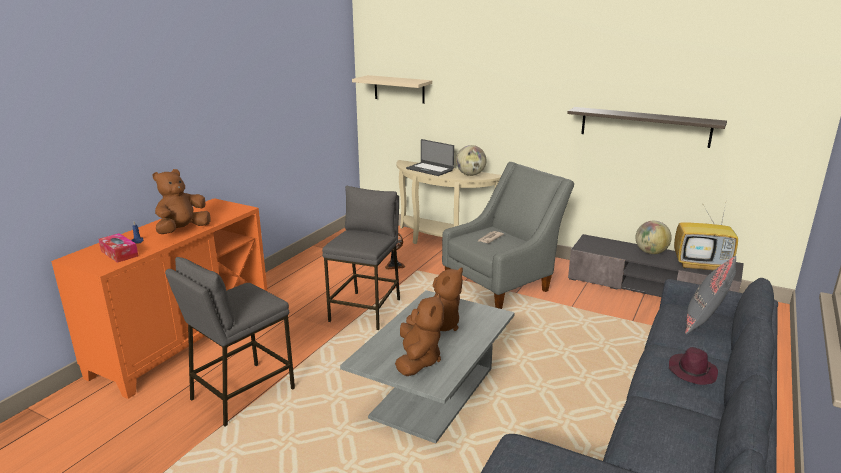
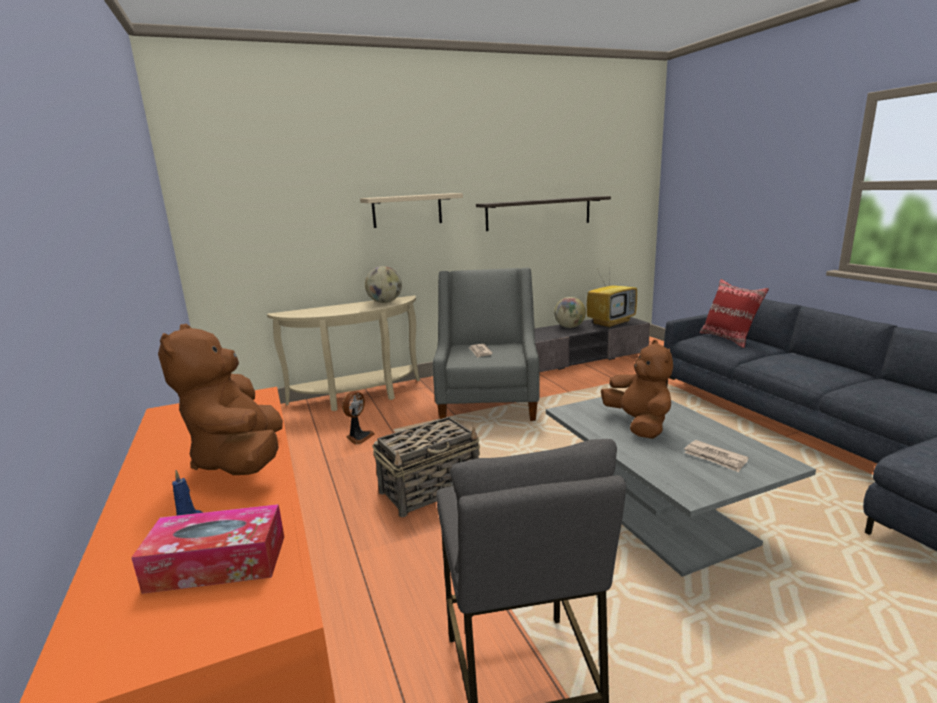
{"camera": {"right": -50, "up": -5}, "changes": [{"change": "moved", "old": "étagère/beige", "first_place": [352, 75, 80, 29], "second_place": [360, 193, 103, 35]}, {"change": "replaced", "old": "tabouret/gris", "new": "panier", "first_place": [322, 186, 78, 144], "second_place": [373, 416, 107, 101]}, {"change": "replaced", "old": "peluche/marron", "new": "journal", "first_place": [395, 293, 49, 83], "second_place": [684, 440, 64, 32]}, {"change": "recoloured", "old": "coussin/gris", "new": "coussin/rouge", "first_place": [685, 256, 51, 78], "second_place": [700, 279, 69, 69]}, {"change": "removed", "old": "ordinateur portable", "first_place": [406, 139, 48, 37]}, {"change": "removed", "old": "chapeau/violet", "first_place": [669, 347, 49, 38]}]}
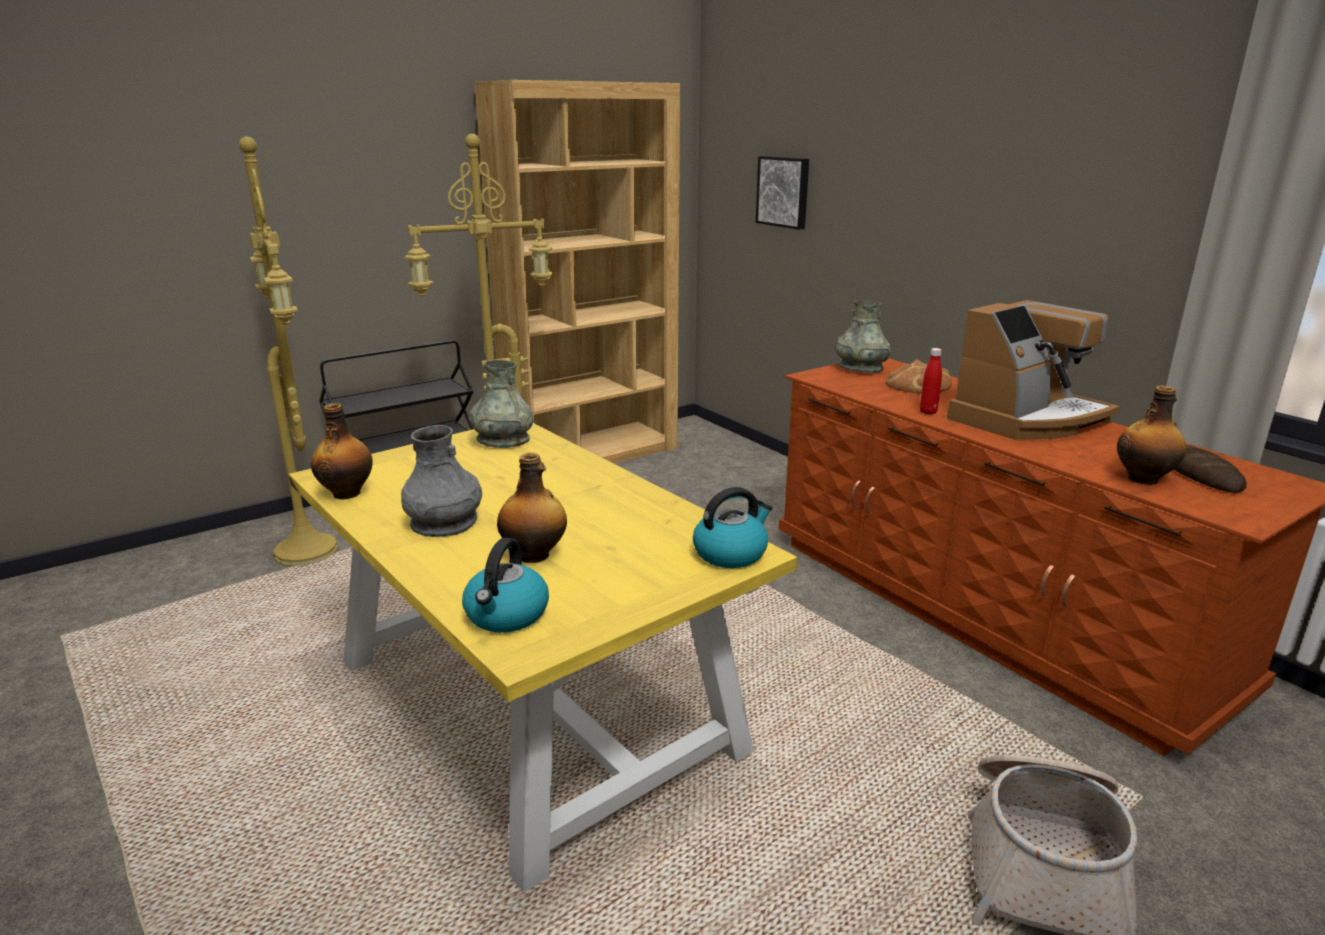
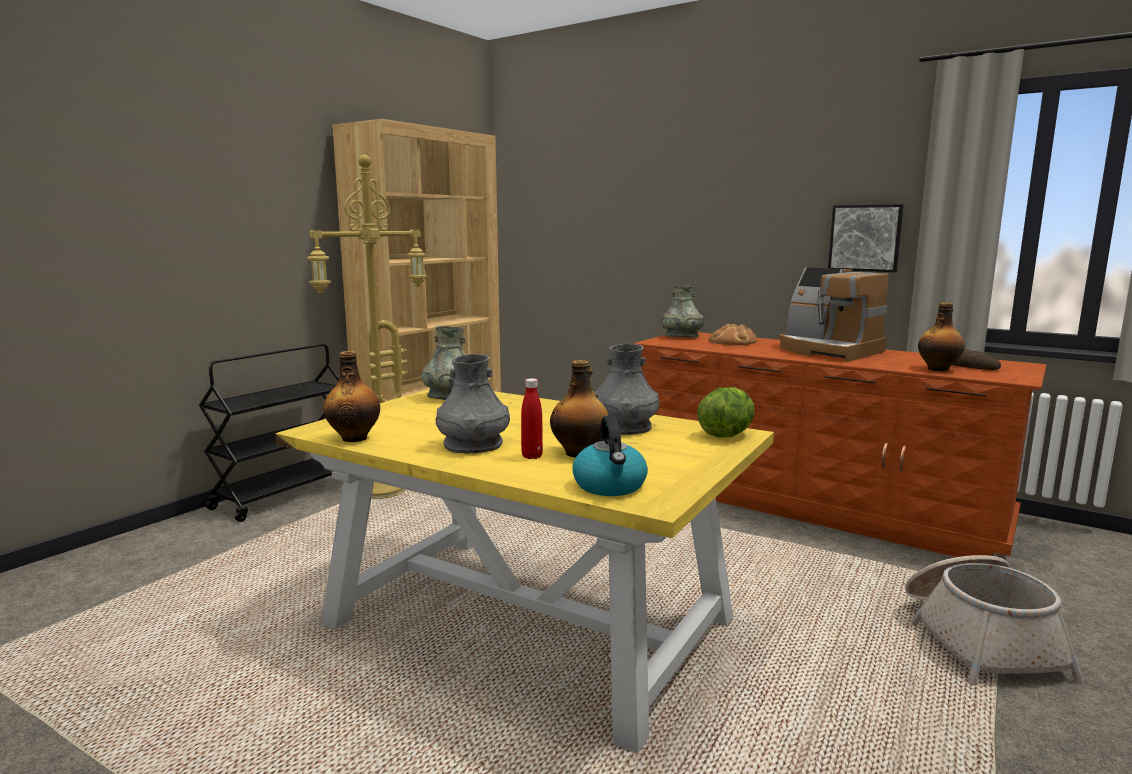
{"camera": {"right": -20, "up": -10}, "changes": [{"change": "moved", "old": "bouteille/rouge", "first_place": [920, 348, 22, 66], "second_place": [521, 378, 22, 81]}, {"change": "added", "new": "vase/gris", "second_place": [594, 344, 66, 91]}, {"change": "replaced", "old": "bouilloire", "new": "laitue", "first_place": [693, 487, 80, 81], "second_place": [697, 387, 58, 50]}, {"change": "turned", "old": "machine à café", "first_place": [947, 300, 173, 140], "second_place": [779, 267, 110, 95], "degrees": 105}, {"change": "moved", "old": "tableau", "first_place": [756, 156, 53, 74], "second_place": [828, 204, 76, 68]}, {"change": "removed", "old": "lampadaire/jaune", "first_place": [239, 137, 99, 430]}]}
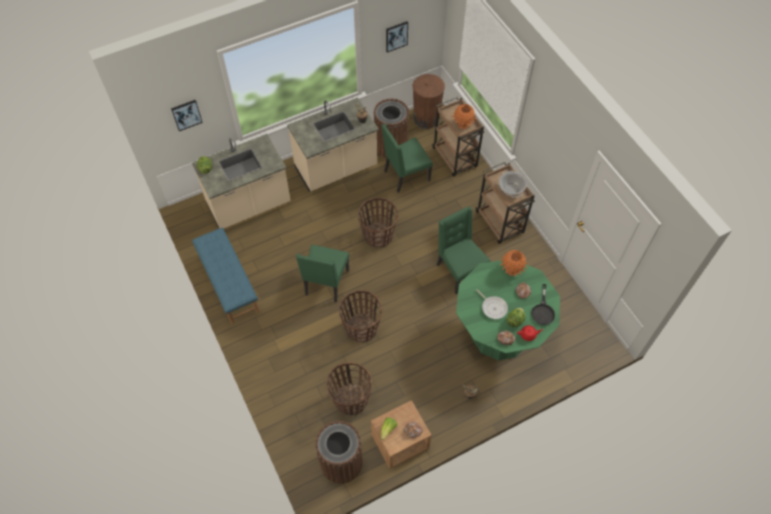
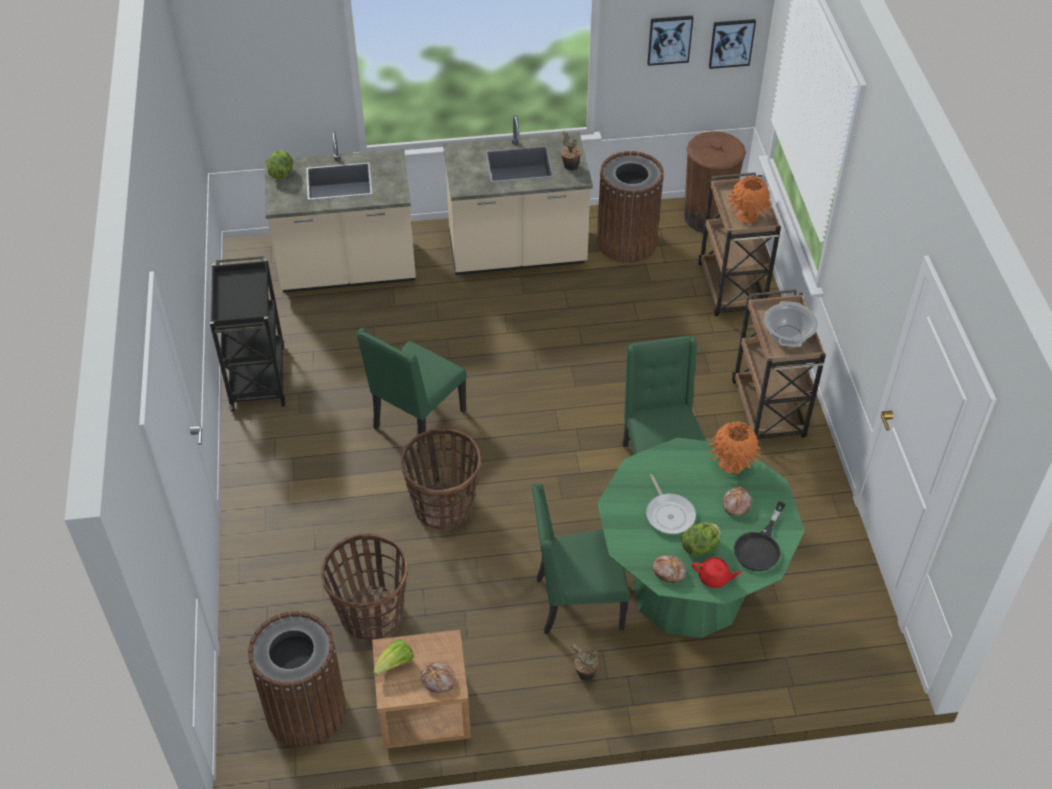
{"camera": {"right": 20, "up": -10}, "changes": [{"change": "replaced", "old": "banc/bleu", "new": "chariot/noir", "first_place": [192, 228, 67, 96], "second_place": [210, 256, 76, 156]}, {"change": "moved", "old": "chaise/vert", "first_place": [382, 124, 51, 69], "second_place": [531, 483, 99, 151]}, {"change": "moved", "old": "tableau", "first_place": [171, 100, 32, 31], "second_place": [709, 19, 47, 50]}, {"change": "removed", "old": "panier", "first_place": [358, 197, 40, 51]}]}
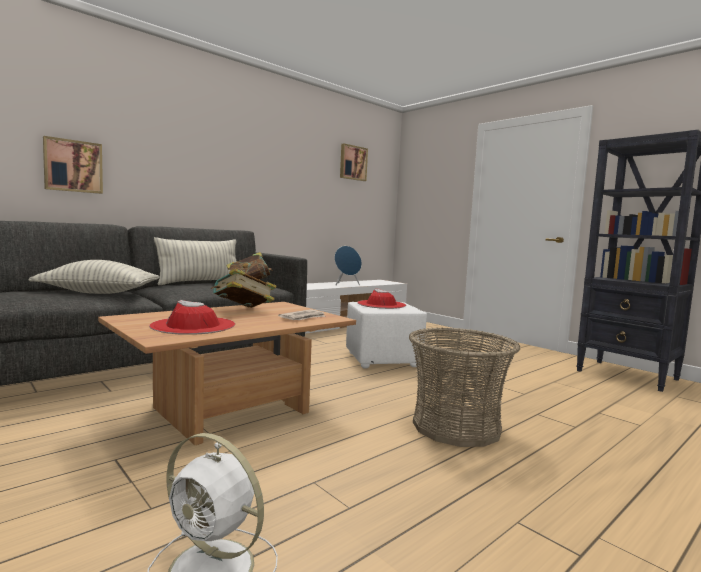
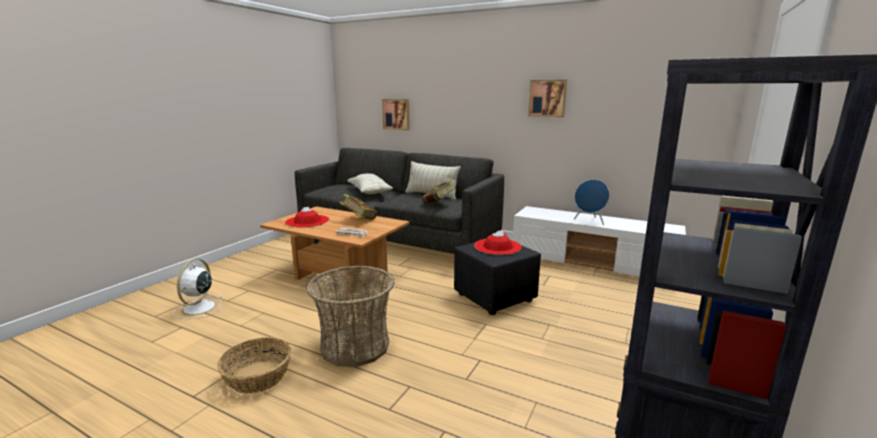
{"camera": {"right": 70, "up": 10}, "changes": [{"change": "added", "new": "panier", "second_place": [217, 337, 74, 57]}, {"change": "recoloured", "old": "pouf/blanc", "new": "pouf/noir", "first_place": [346, 302, 81, 67], "second_place": [454, 242, 87, 73]}, {"change": "moved", "old": "tableau", "first_place": [340, 144, 28, 37], "second_place": [528, 80, 39, 37]}]}
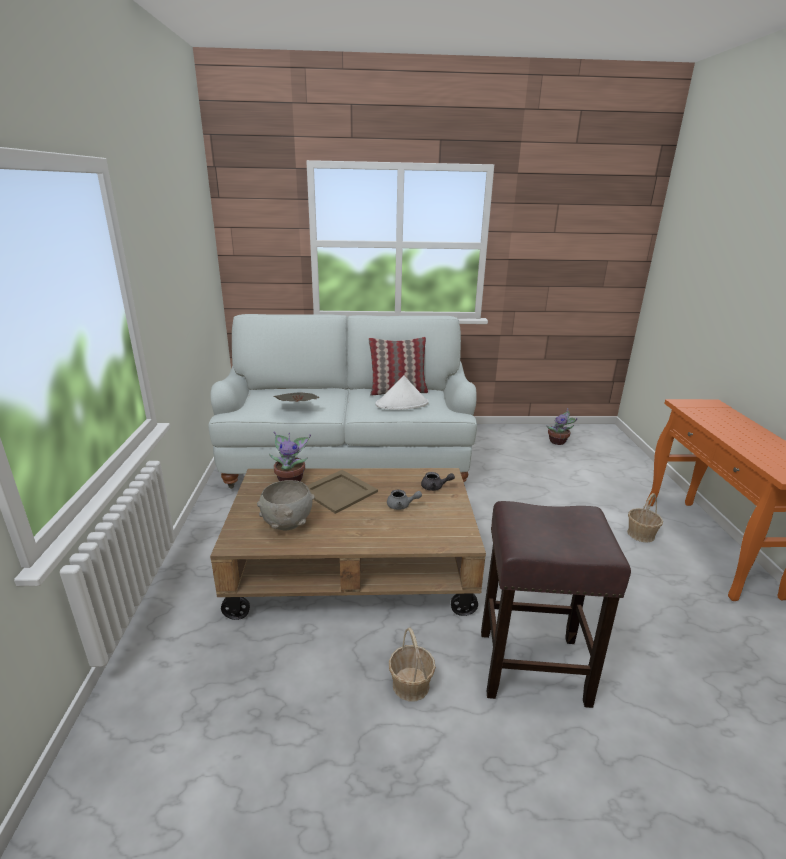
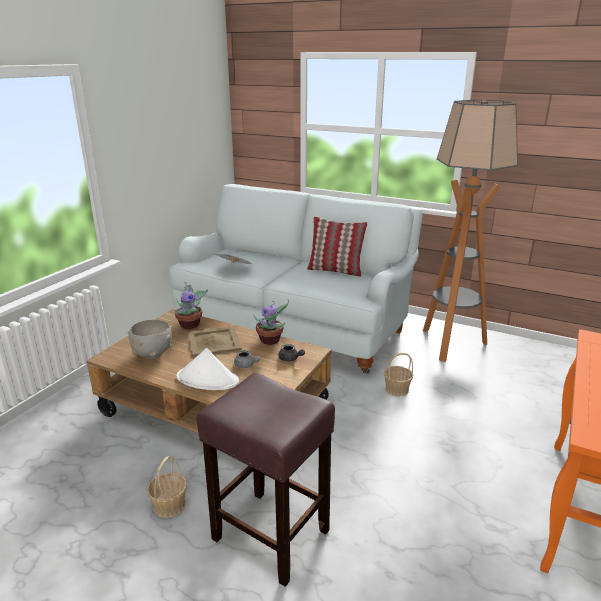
{"camera": {"right": 30, "up": 0}, "changes": [{"change": "moved", "old": "chapeau/blanc", "first_place": [376, 375, 53, 35], "second_place": [177, 348, 62, 42]}, {"change": "moved", "old": "plante en pot", "first_place": [546, 408, 31, 37], "second_place": [253, 299, 36, 46]}, {"change": "moved", "old": "panier", "first_place": [627, 493, 36, 50], "second_place": [384, 353, 29, 44]}, {"change": "added", "new": "lampadaire", "second_place": [423, 100, 95, 262]}]}
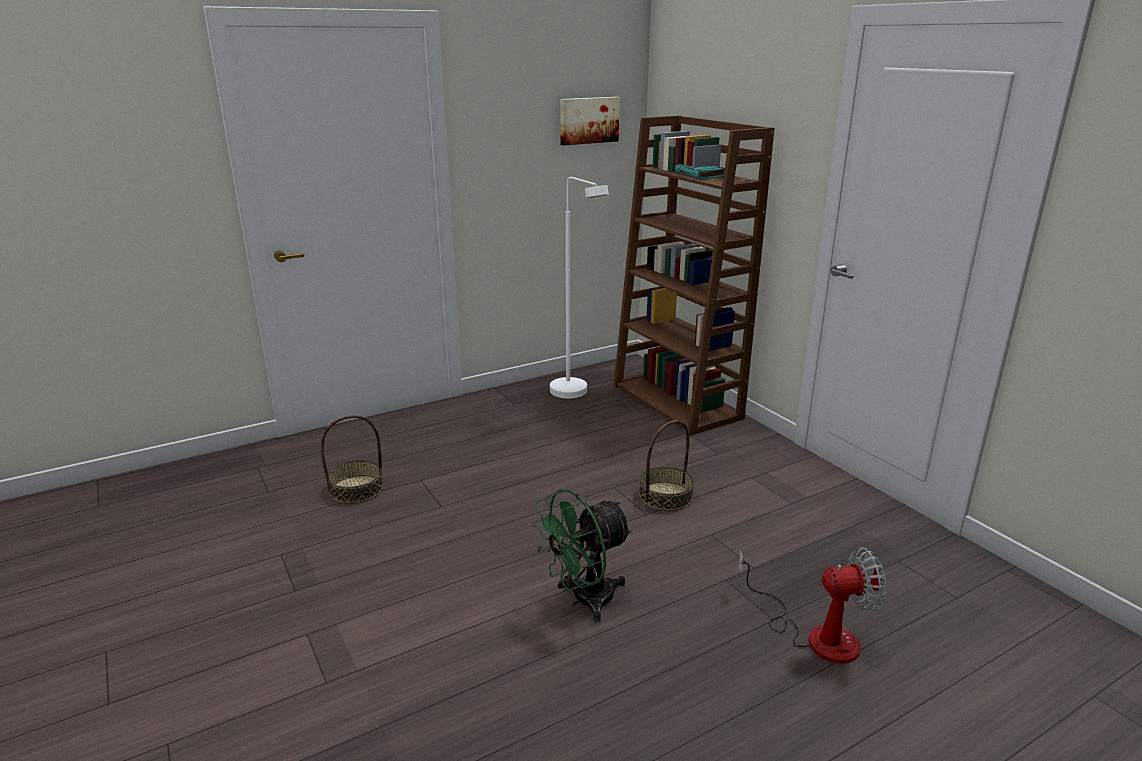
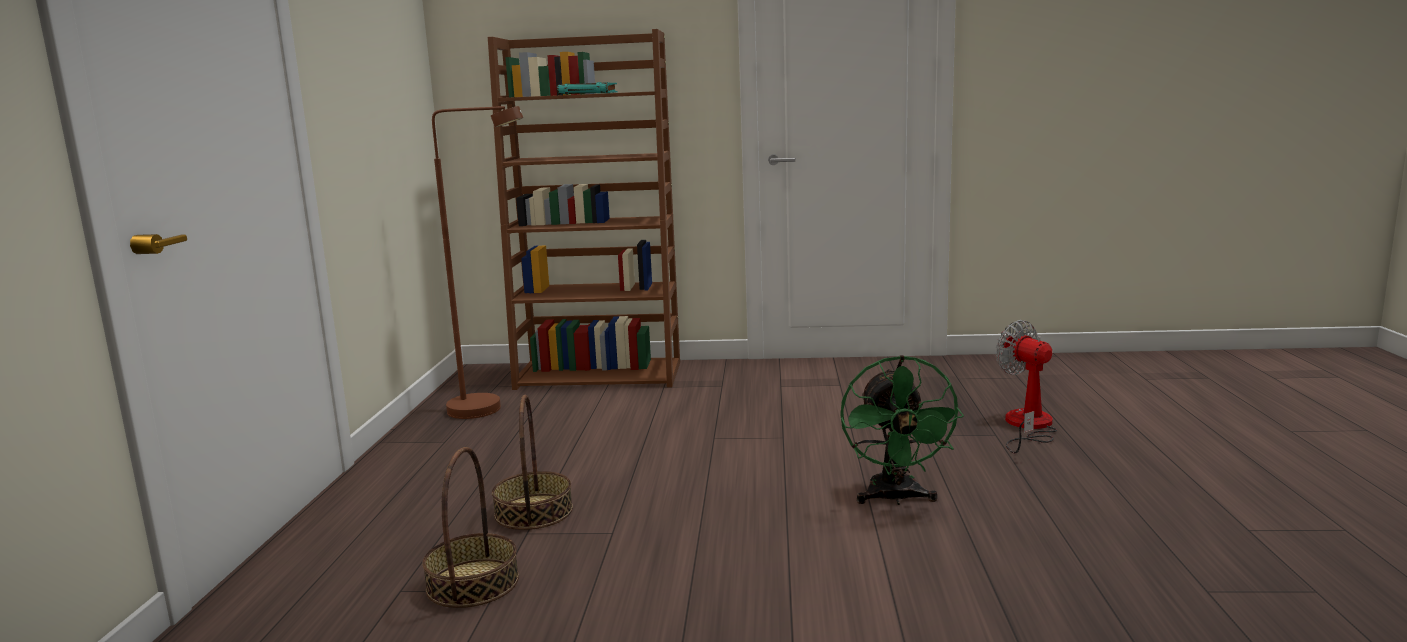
{"camera": {"right": -55, "up": -10}, "changes": [{"change": "recoloured", "old": "lampadaire/blanc", "new": "lampadaire/marron", "first_place": [550, 177, 59, 221], "second_place": [432, 106, 91, 313]}, {"change": "moved", "old": "panier", "first_place": [639, 420, 55, 91], "second_place": [492, 395, 81, 135]}, {"change": "turned", "old": "ventilateur", "first_place": [738, 547, 148, 117], "second_place": [996, 320, 61, 133], "degrees": -60}, {"change": "removed", "old": "tableau", "first_place": [560, 97, 60, 49]}]}
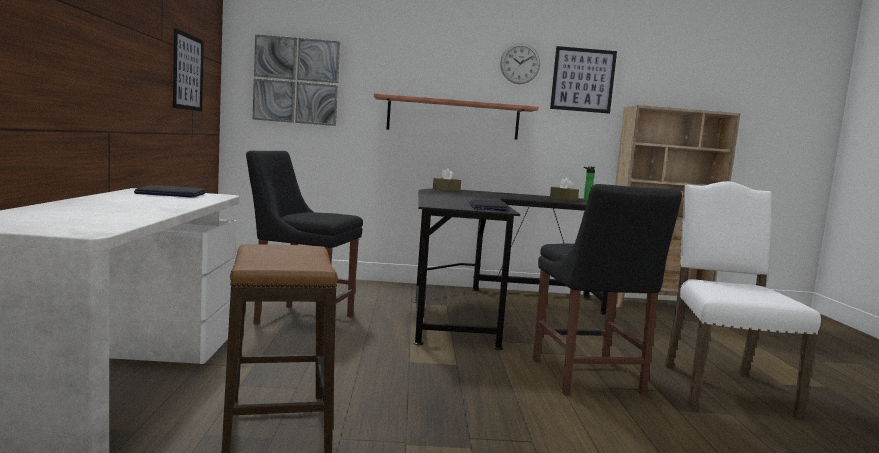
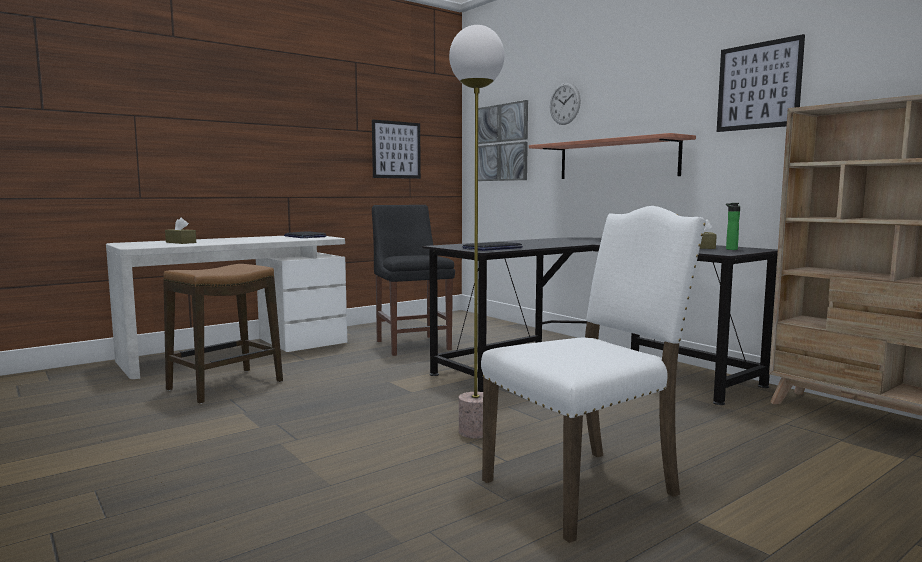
{"camera": {"right": 55, "up": 0}, "changes": [{"change": "moved", "old": "boîte à mouchoirs/marron", "first_place": [433, 168, 28, 23], "second_place": [165, 217, 31, 27]}, {"change": "replaced", "old": "chaise/noir", "new": "lampadaire", "first_place": [533, 184, 149, 211], "second_place": [449, 25, 55, 413]}, {"change": "moved", "old": "horloge murale", "first_place": [500, 43, 40, 41], "second_place": [550, 82, 31, 43]}]}
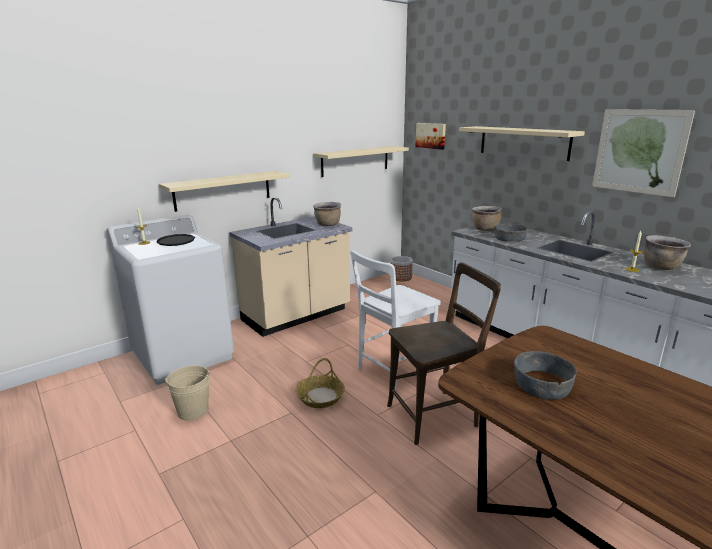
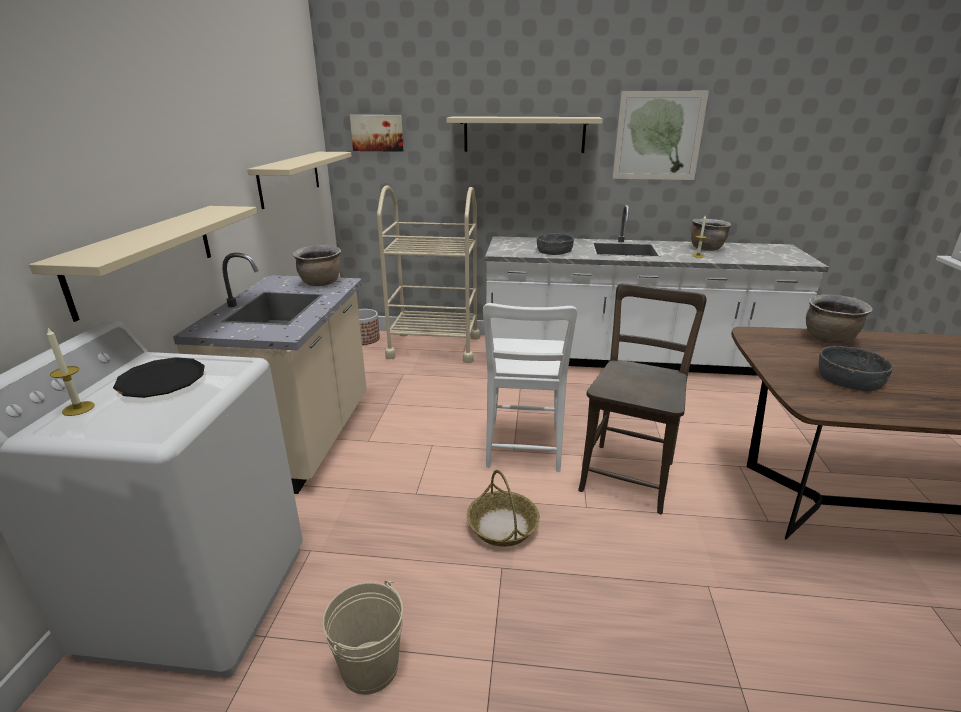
{"camera": {"right": -45, "up": 5}, "changes": [{"change": "added", "new": "chariot/beige", "second_place": [377, 186, 103, 177]}, {"change": "moved", "old": "marmite/marron", "first_place": [472, 206, 30, 25], "second_place": [806, 295, 66, 49]}]}
